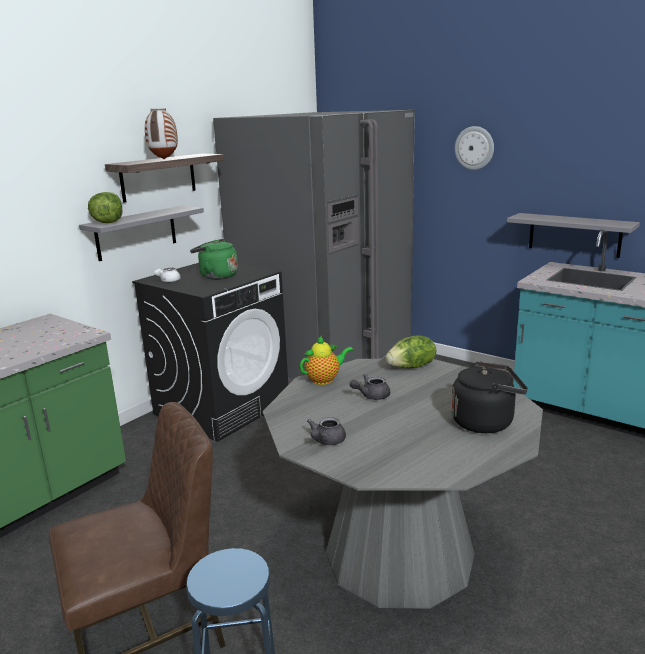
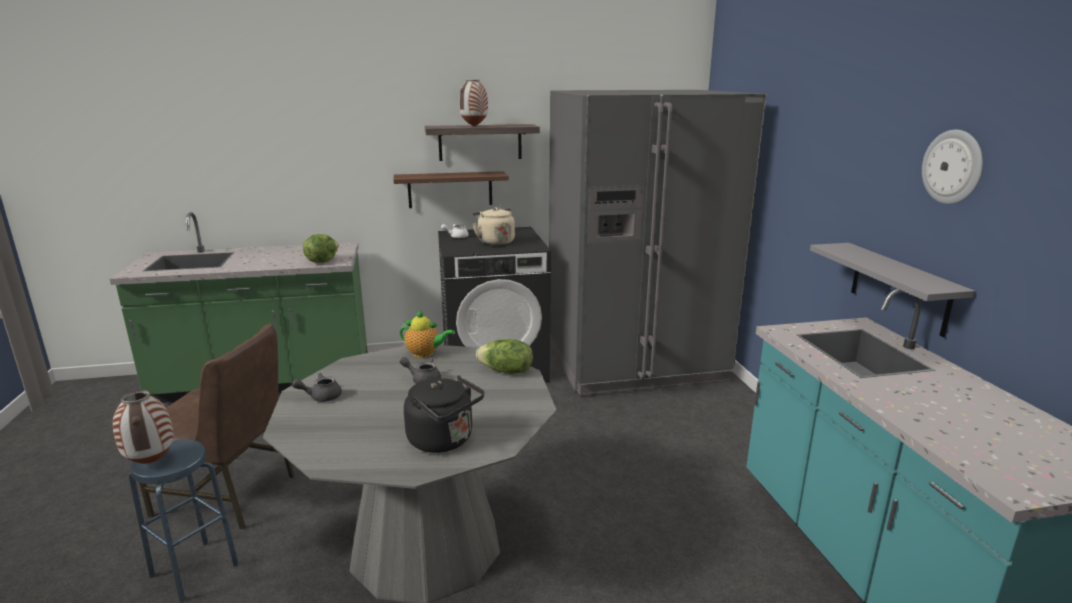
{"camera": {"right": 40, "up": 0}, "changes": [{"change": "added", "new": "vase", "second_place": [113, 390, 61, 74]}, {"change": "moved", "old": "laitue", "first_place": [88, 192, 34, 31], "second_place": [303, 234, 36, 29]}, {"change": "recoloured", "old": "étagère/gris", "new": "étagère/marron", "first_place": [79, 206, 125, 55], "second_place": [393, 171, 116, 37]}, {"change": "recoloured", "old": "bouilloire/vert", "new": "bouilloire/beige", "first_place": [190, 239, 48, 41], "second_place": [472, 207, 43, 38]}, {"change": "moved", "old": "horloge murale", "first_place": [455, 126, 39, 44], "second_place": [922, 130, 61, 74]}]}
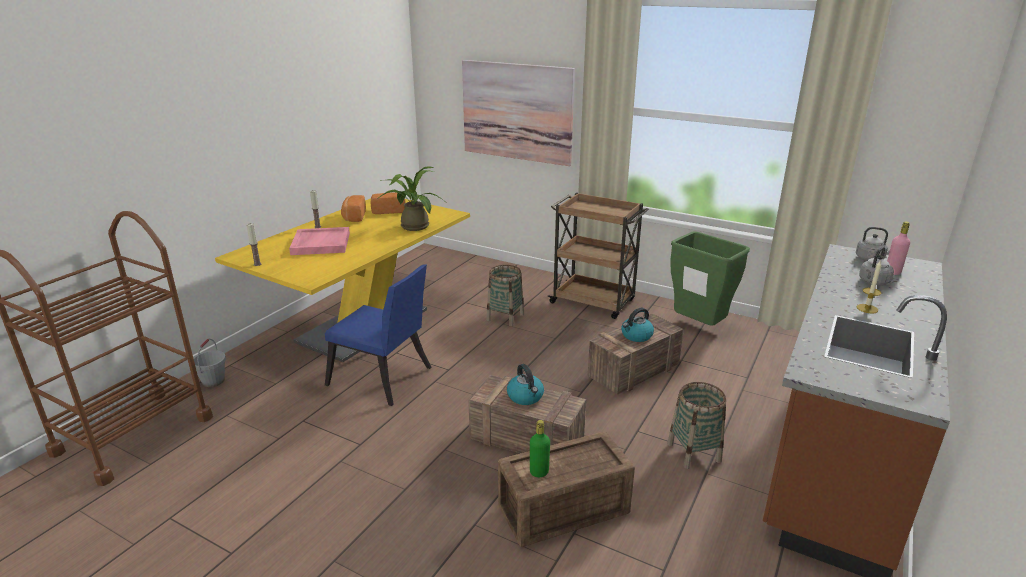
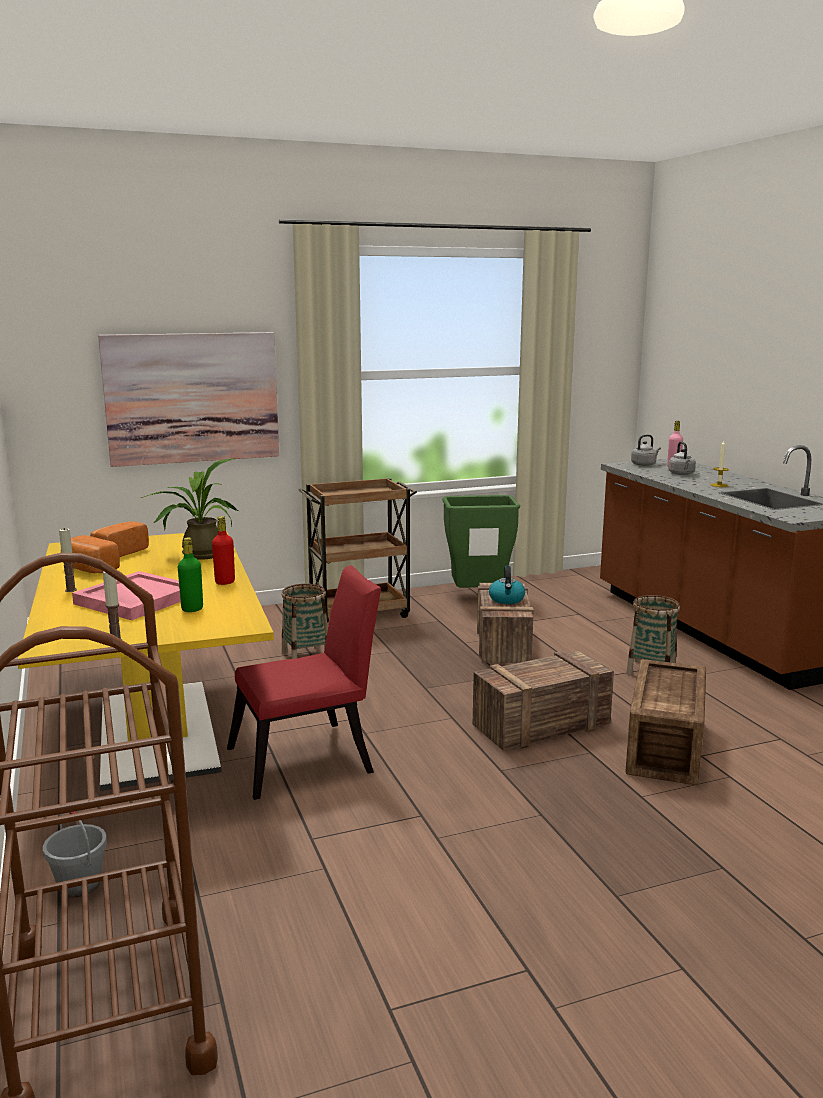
{"camera": {"right": -50, "up": -10}, "changes": [{"change": "moved", "old": "bouteille/vert", "first_place": [530, 420, 20, 57], "second_place": [178, 537, 25, 75]}, {"change": "added", "new": "bouteille/rouge", "second_place": [212, 516, 23, 69]}, {"change": "recoloured", "old": "chaise/bleu", "new": "chaise/rouge", "first_place": [325, 264, 107, 142], "second_place": [227, 565, 154, 235]}, {"change": "removed", "old": "bouilloire", "first_place": [507, 364, 37, 41]}]}
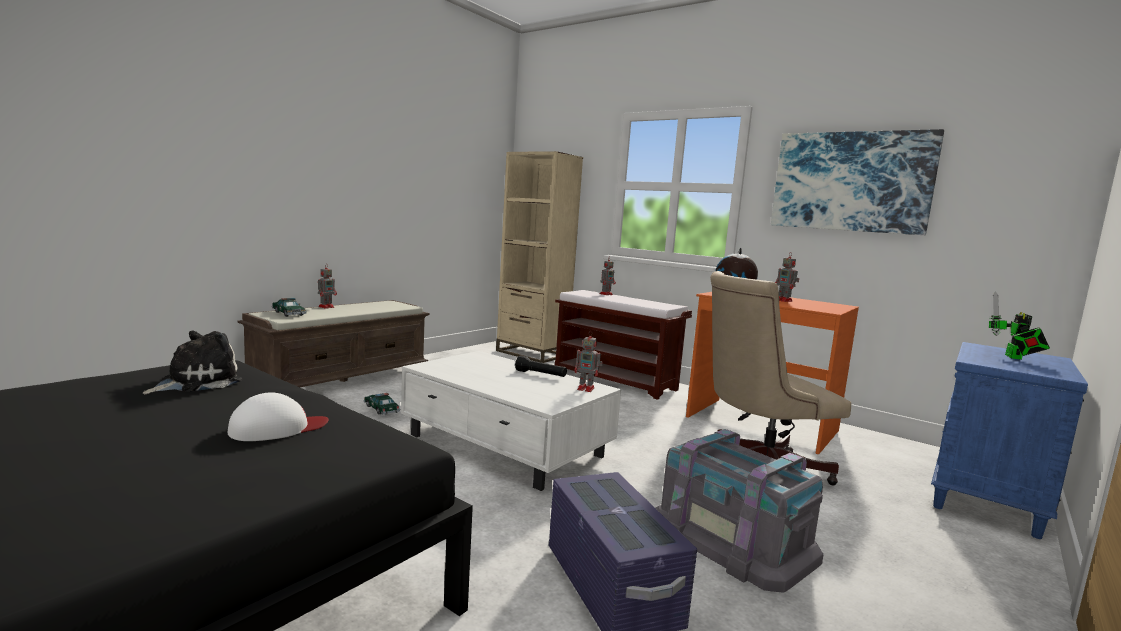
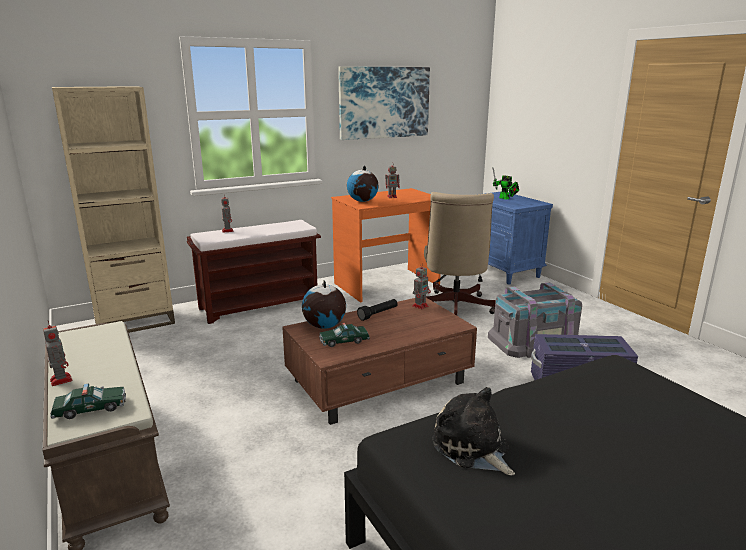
{"camera": {"right": -65, "up": 10}, "changes": [{"change": "recoloured", "old": "table basse/blanc", "new": "table basse/marron", "first_place": [401, 351, 220, 140], "second_place": [282, 298, 195, 127]}, {"change": "added", "new": "globe", "second_place": [302, 280, 44, 49]}, {"change": "moved", "old": "petite voiture", "first_place": [363, 393, 37, 22], "second_place": [319, 323, 51, 24]}, {"change": "removed", "old": "casquette/blanc", "first_place": [228, 392, 101, 49]}]}
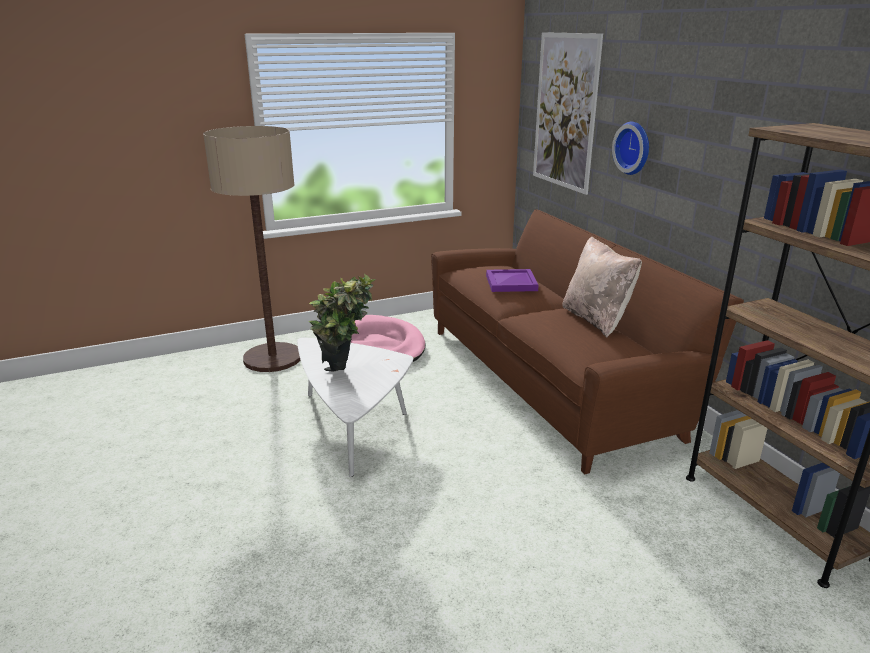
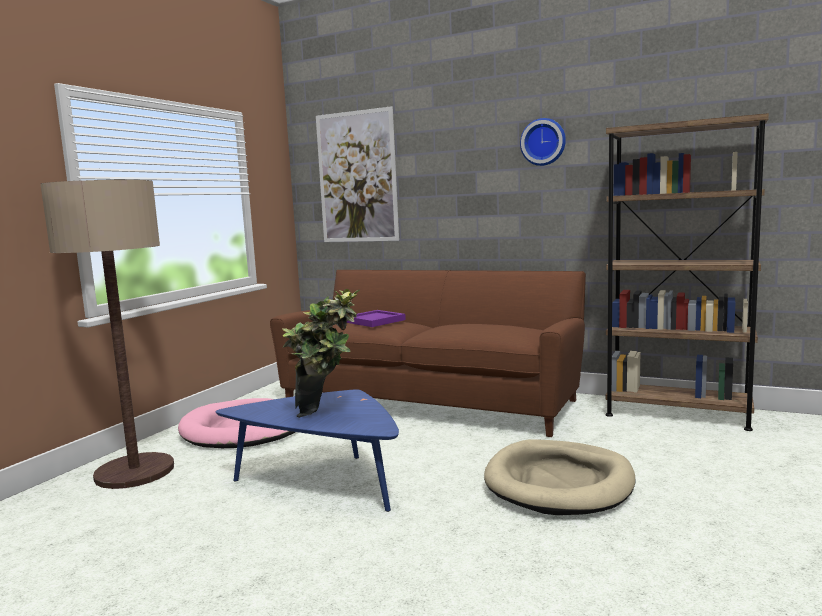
{"camera": {"right": -40, "up": -15}, "changes": [{"change": "recoloured", "old": "table basse/blanc", "new": "table basse/bleu", "first_place": [297, 338, 116, 139], "second_place": [215, 389, 184, 123]}, {"change": "added", "new": "panier pour chien/beige", "second_place": [484, 440, 151, 75]}, {"change": "moved", "old": "horloge murale", "first_place": [612, 122, 37, 53], "second_place": [520, 118, 46, 48]}, {"change": "removed", "old": "coussin/beige", "first_place": [562, 237, 80, 100]}]}
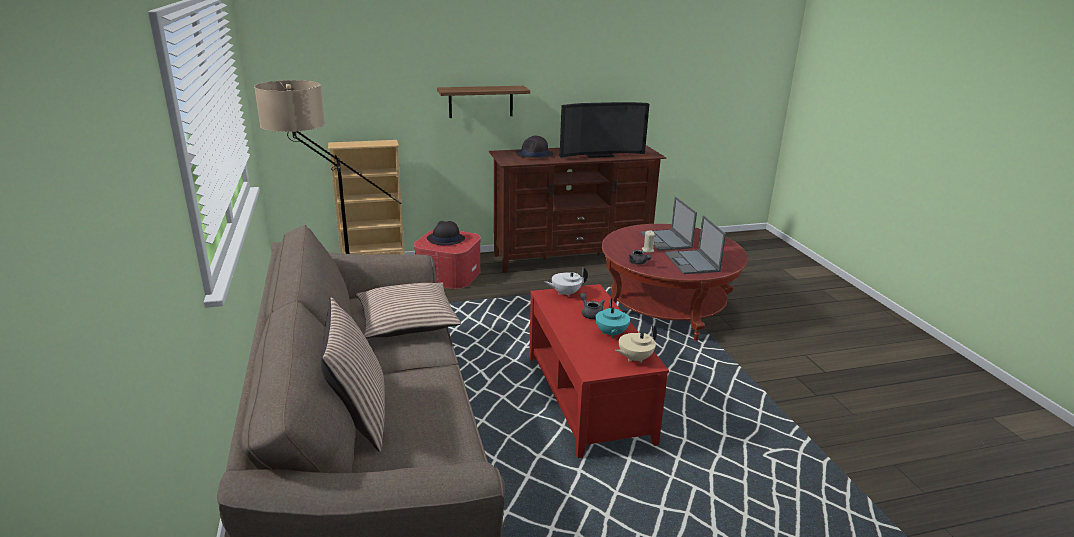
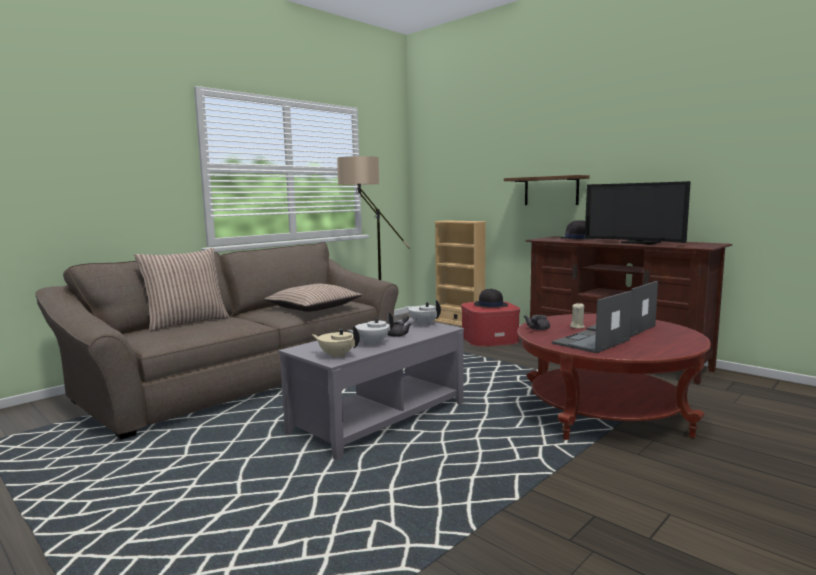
{"camera": {"right": 60, "up": -15}, "changes": [{"change": "recoloured", "old": "table basse/rouge", "new": "table basse/gris", "first_place": [529, 284, 140, 174], "second_place": [278, 318, 186, 142]}, {"change": "recoloured", "old": "théière/turquoise", "new": "théière/blanc", "first_place": [595, 298, 35, 40], "second_place": [348, 312, 46, 34]}]}
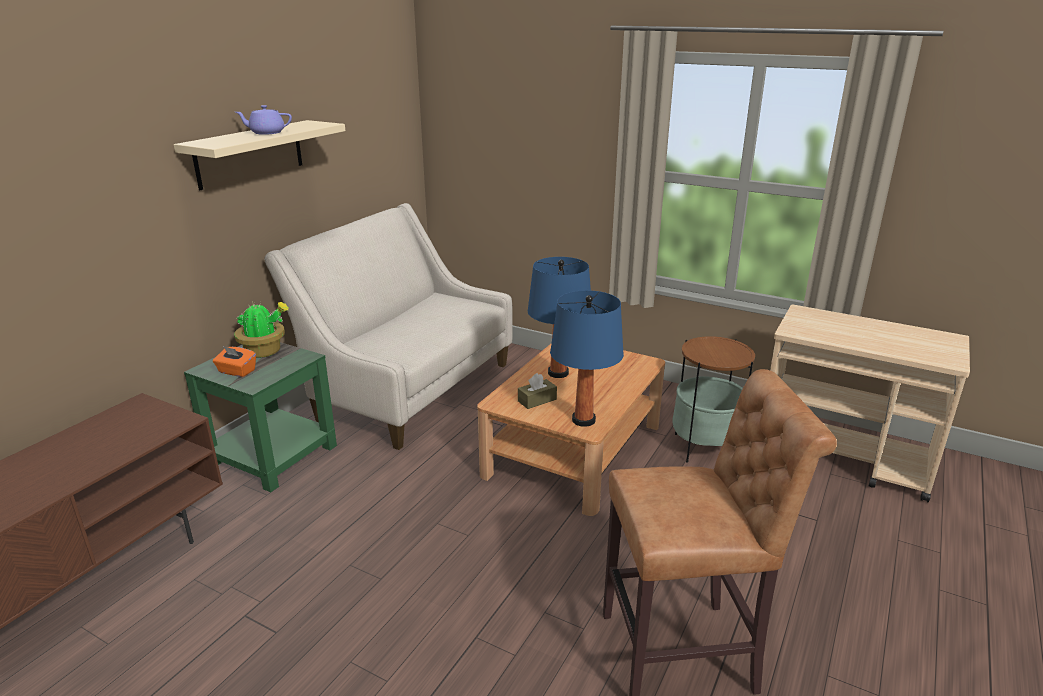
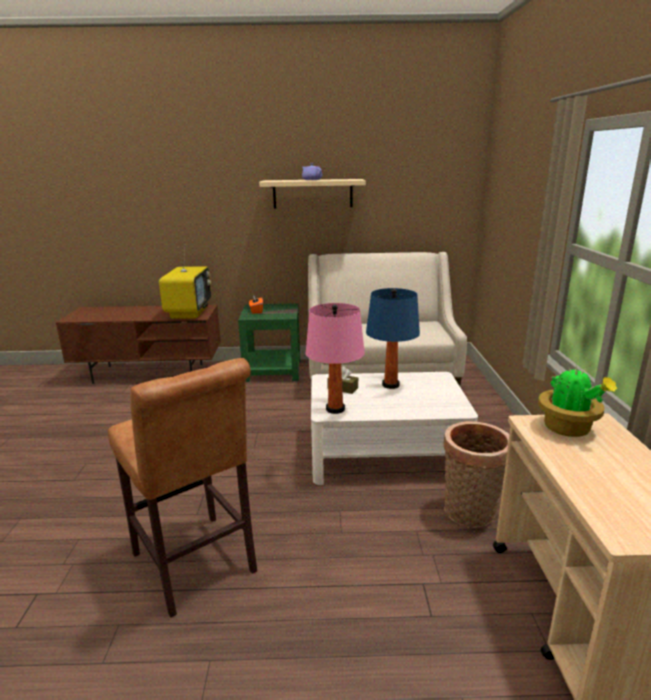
{"camera": {"right": 60, "up": -5}, "changes": [{"change": "added", "new": "téléviseur", "second_place": [159, 244, 52, 74]}, {"change": "recoloured", "old": "lampe de table/bleu", "new": "lampe de table/rose", "first_place": [550, 290, 74, 137], "second_place": [305, 303, 60, 111]}, {"change": "recoloured", "old": "table basse/marron", "new": "table basse/blanc", "first_place": [477, 343, 188, 173], "second_place": [311, 372, 167, 113]}, {"change": "replaced", "old": "table d'appoint", "new": "panier", "first_place": [672, 336, 83, 127], "second_place": [443, 421, 66, 107]}, {"change": "moved", "old": "plante en pot", "first_place": [234, 301, 55, 57], "second_place": [538, 365, 79, 72]}]}
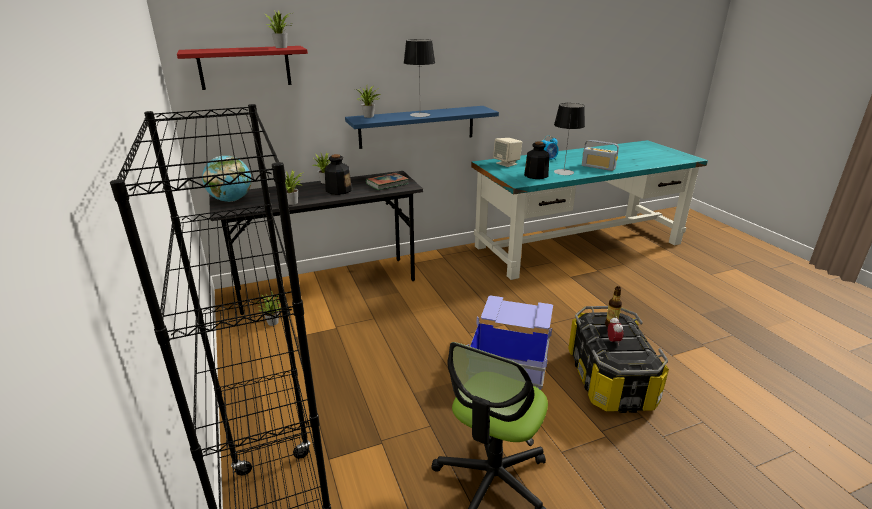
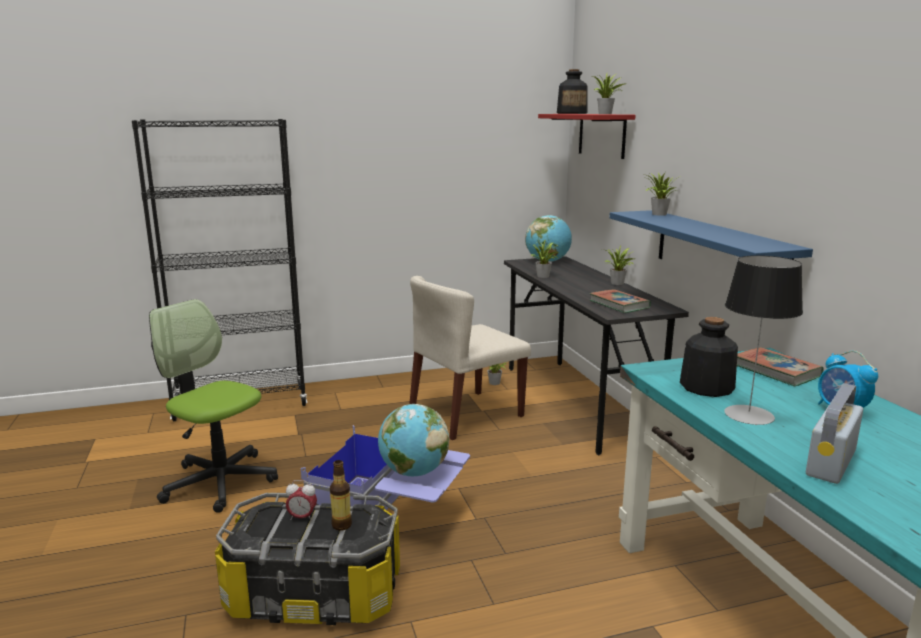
{"camera": {"right": 95, "up": -10}, "changes": [{"change": "added", "new": "globe", "second_place": [378, 404, 71, 72]}, {"change": "added", "new": "chaise/beige", "second_place": [409, 276, 122, 164]}, {"change": "moved", "old": "bouteille", "first_place": [325, 154, 27, 41], "second_place": [557, 69, 31, 45]}, {"change": "replaced", "old": "enceinte/beige", "new": "livre", "first_place": [493, 138, 29, 29], "second_place": [737, 347, 86, 39]}, {"change": "removed", "old": "lampe de table", "first_place": [404, 39, 31, 78]}]}
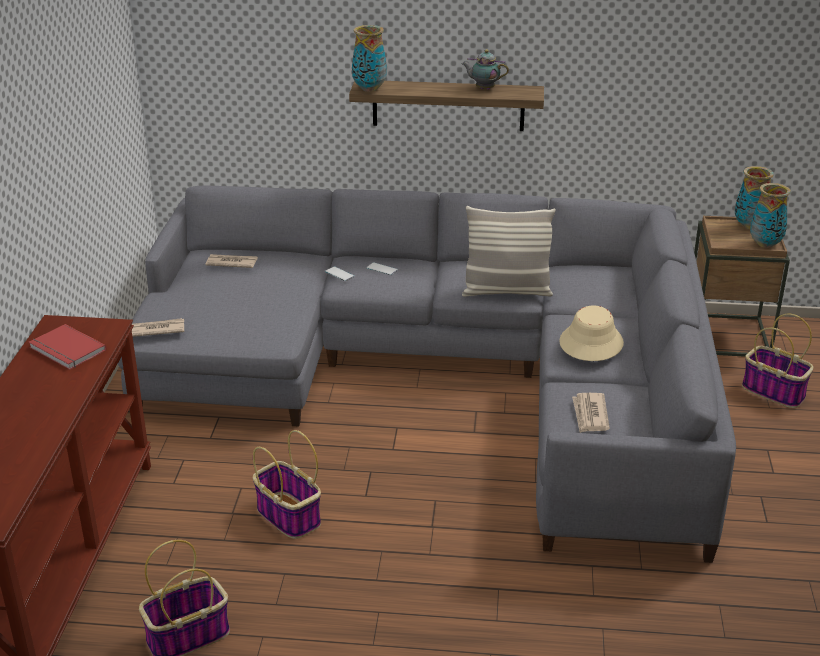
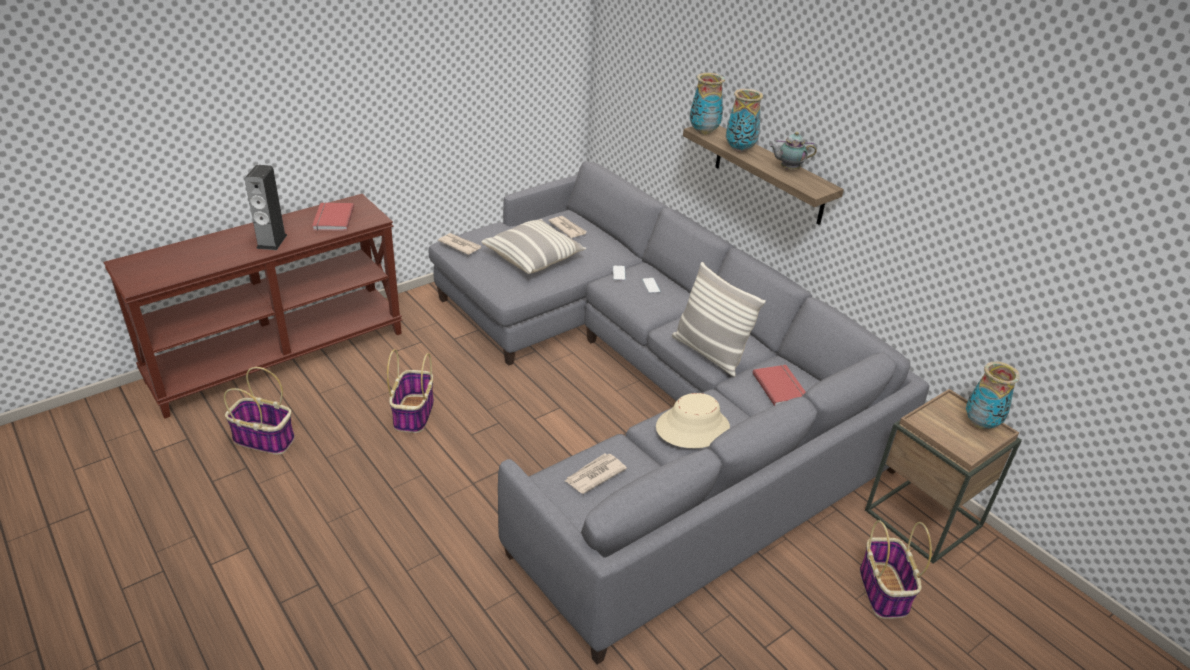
{"camera": {"right": 45, "up": 5}, "changes": [{"change": "added", "new": "enceinte", "second_place": [245, 165, 42, 85]}, {"change": "added", "new": "coussin", "second_place": [481, 219, 105, 55]}, {"change": "moved", "old": "vase", "first_place": [750, 183, 41, 65], "second_place": [726, 89, 37, 63]}, {"change": "added", "new": "livre/rouge", "second_place": [752, 365, 54, 41]}, {"change": "turned", "old": "théière", "first_place": [462, 50, 47, 40], "second_place": [769, 132, 48, 38], "degrees": -60}]}
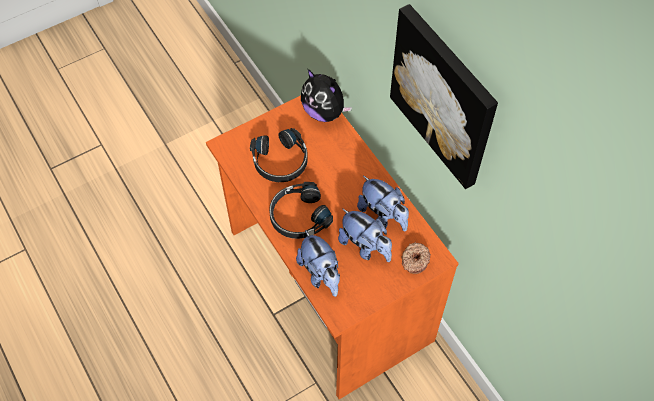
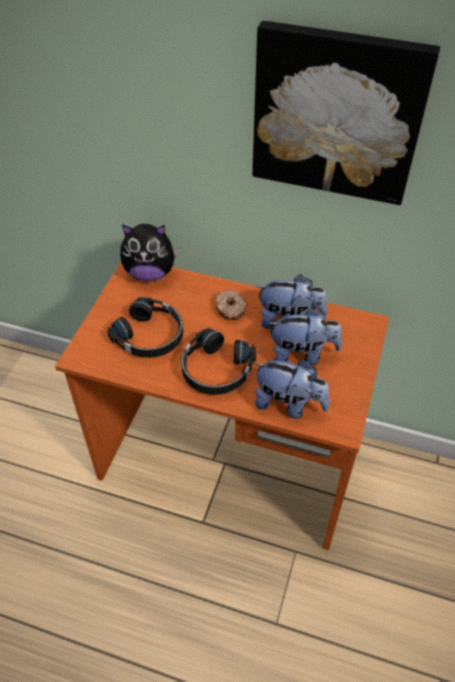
{"camera": {"right": -40, "up": -10}, "changes": [{"change": "moved", "old": "beignet", "first_place": [401, 242, 30, 32], "second_place": [215, 290, 31, 30]}]}
